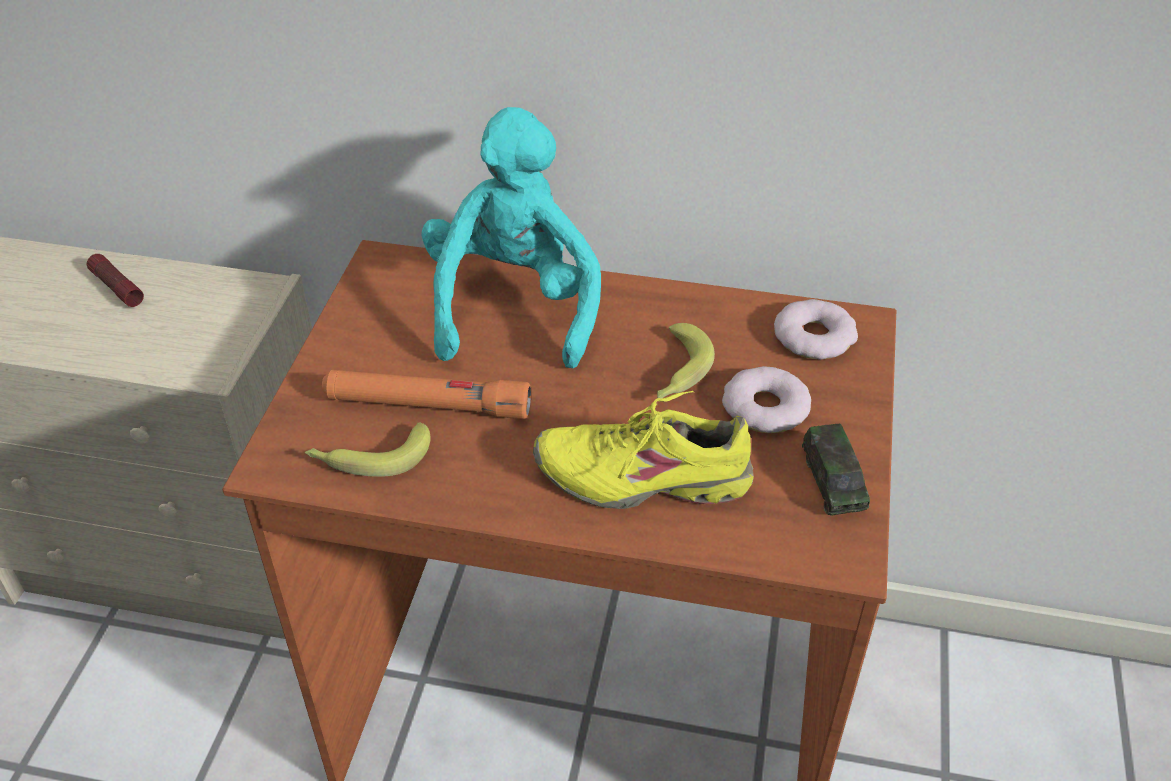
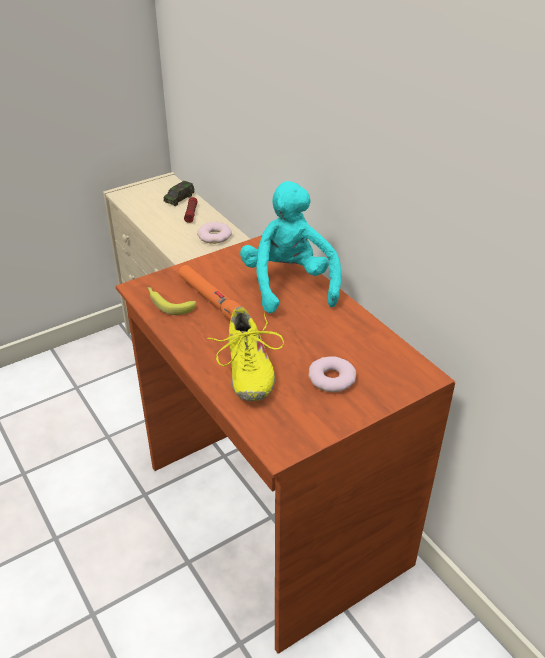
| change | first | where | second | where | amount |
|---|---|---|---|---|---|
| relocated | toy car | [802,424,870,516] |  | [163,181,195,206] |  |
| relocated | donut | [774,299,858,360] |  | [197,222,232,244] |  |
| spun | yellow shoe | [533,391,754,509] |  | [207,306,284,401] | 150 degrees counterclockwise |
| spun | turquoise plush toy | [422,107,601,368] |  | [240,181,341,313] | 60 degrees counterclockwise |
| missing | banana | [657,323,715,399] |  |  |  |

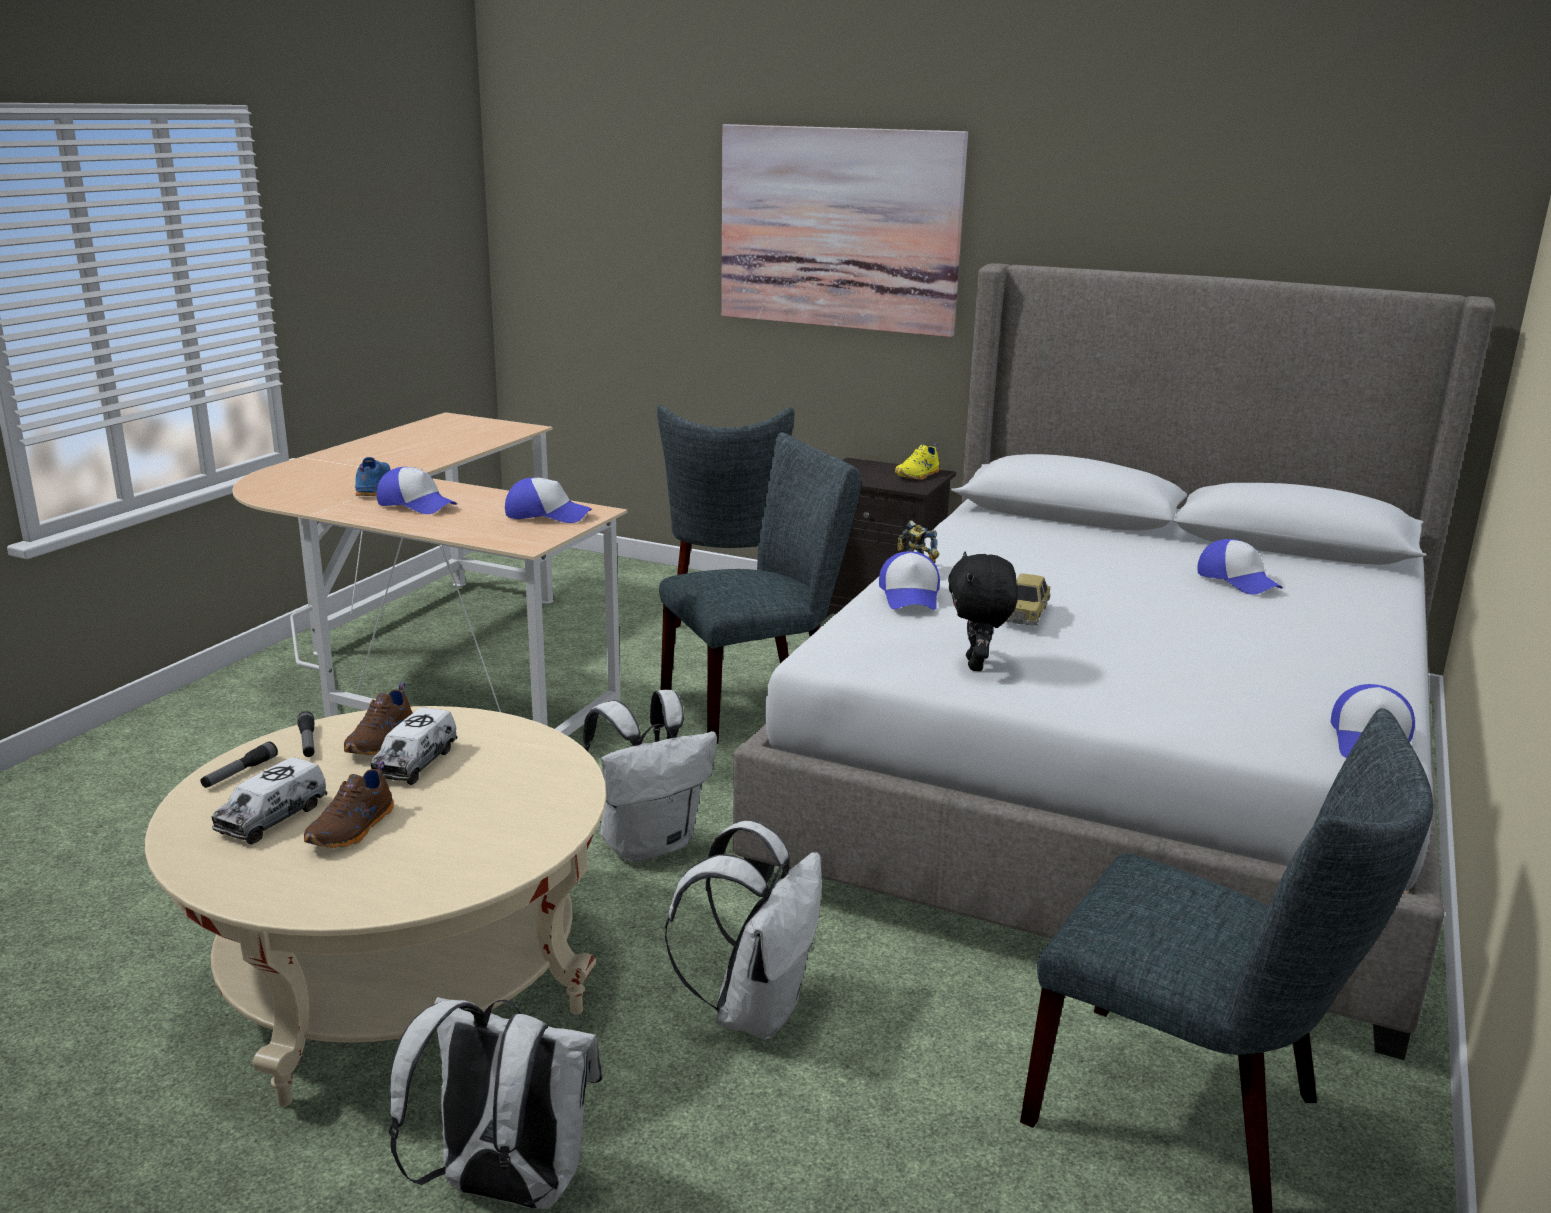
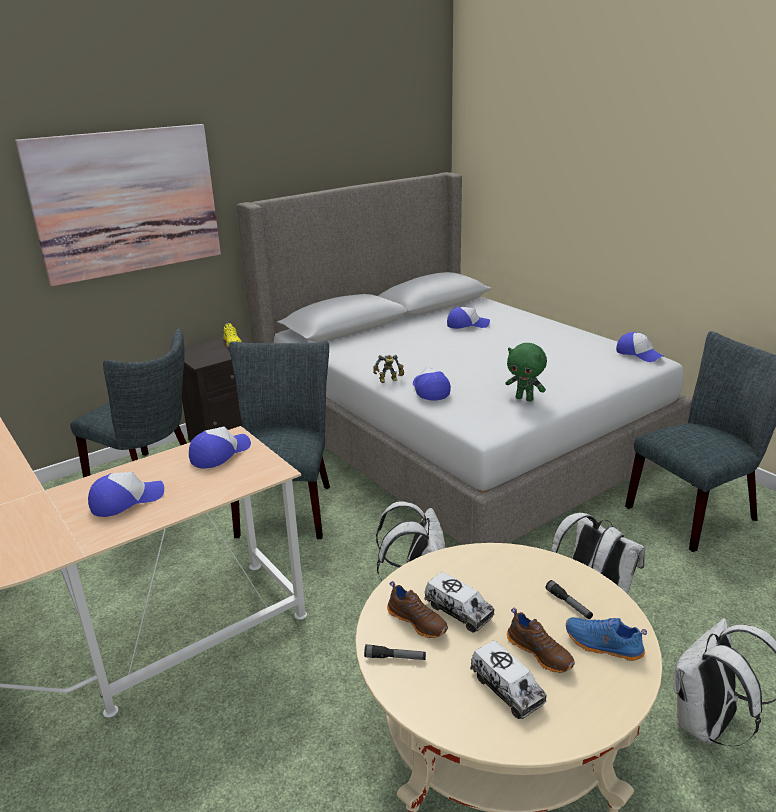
| change | first | where | second | where | amount |
|---|---|---|---|---|---|
| spun | cap | [879,551,940,610] |  | [413,367,451,401] | 135 degrees counterclockwise |
| colour | black plush toy | [948,552,1018,671] | green plush toy | [505,343,547,402] |  |
| relocated | flashlight | [201,741,278,788] |  | [546,580,593,619] |  |
| relocated | blue shoe | [355,457,390,496] |  | [566,617,647,661] |  |
| missing | toy car | [1005,574,1050,626] |  |  |  |

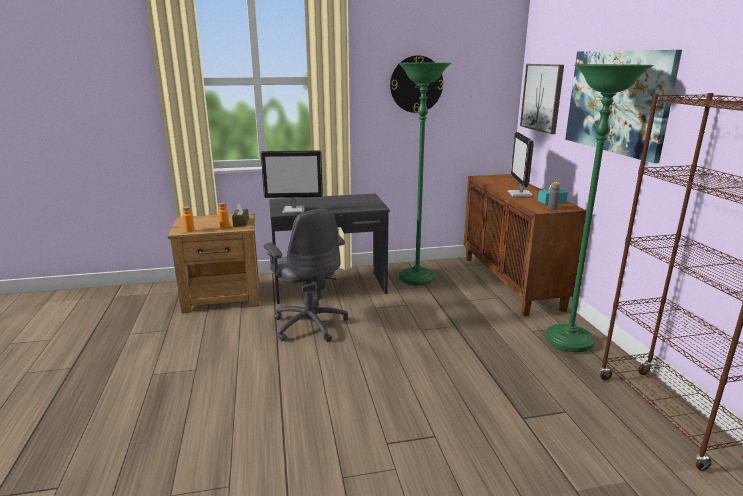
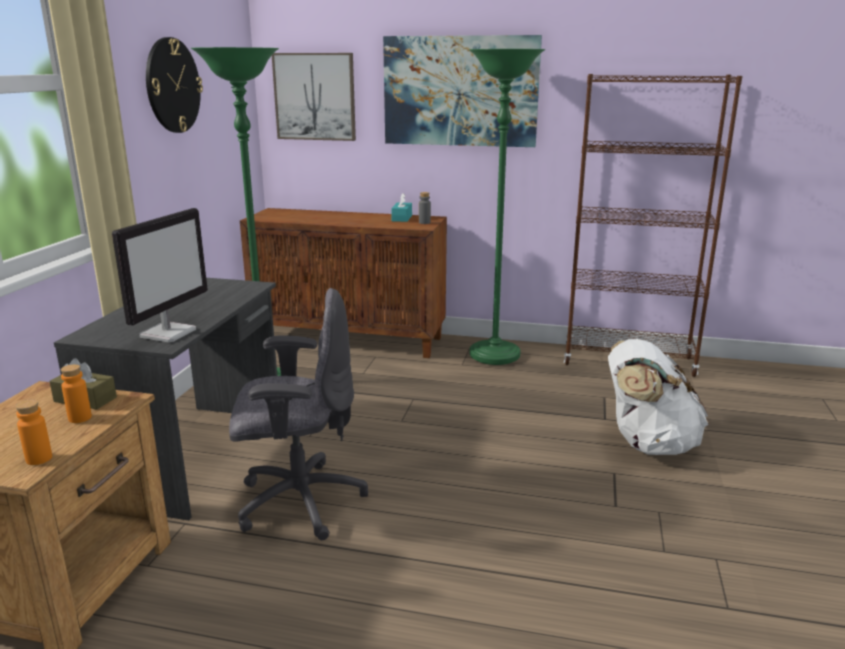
| change | first | where | second | where | amount |
|---|---|---|---|---|---|
| appeared |  |  | white backpack | [608,339,709,455] |  |
| missing | monitor | [508,132,533,197] |  |  |  |

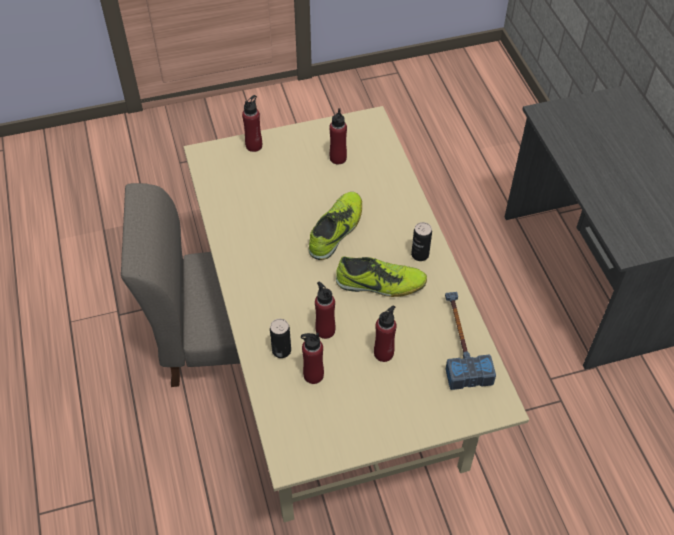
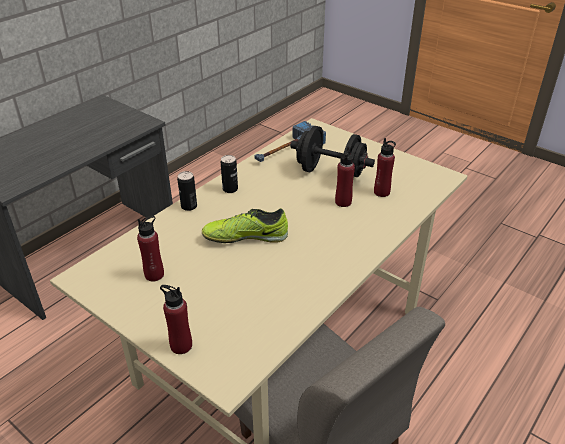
| change | first | where | second | where | amount |
|---|---|---|---|---|---|
| relocated | can | [270,319,291,358] |  | [177,171,197,211] |  |
| exchanged | red bottle | [374,305,397,362] | black dumbbell | [290,126,375,177] |  |
| missing | shoe | [336,256,427,297] |  |  |  |

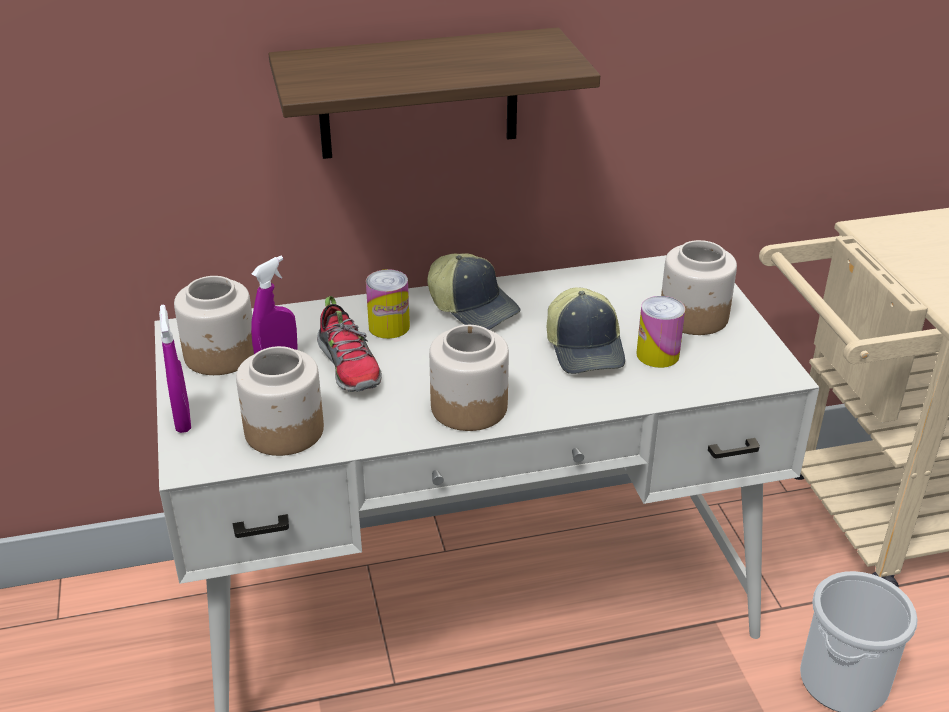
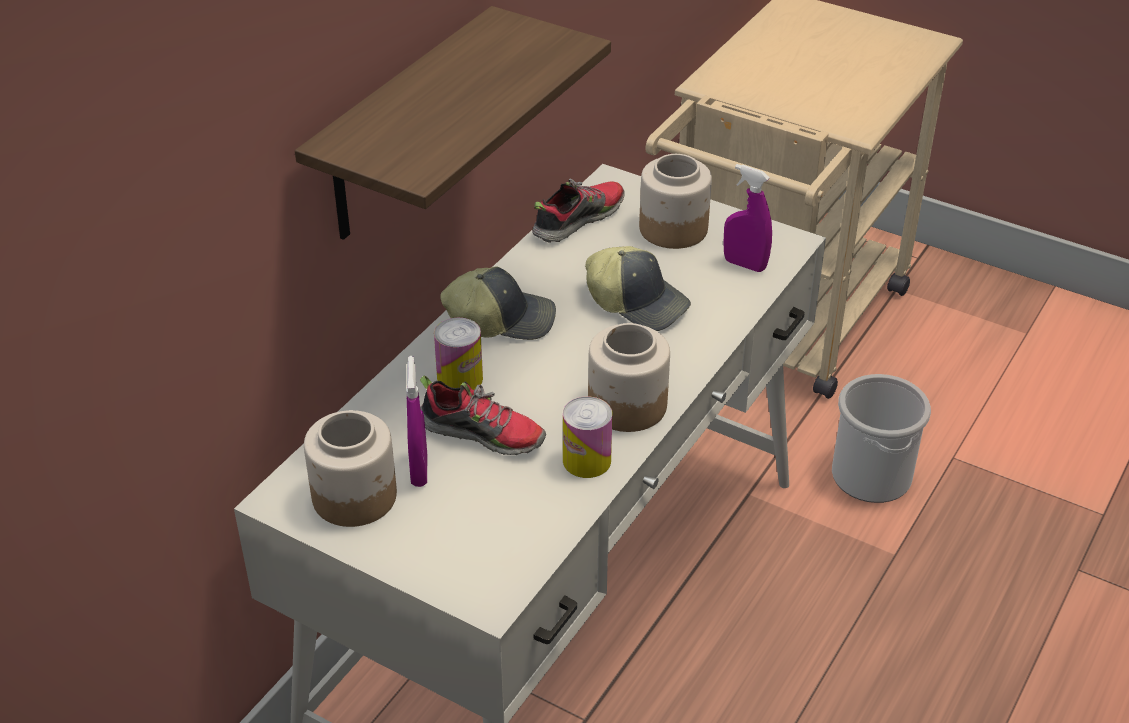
| change | first | where | second | where | amount |
|---|---|---|---|---|---|
| appeared |  |  | shoe | [532,179,625,243] |  |
| relocated | can | [636,296,685,368] |  | [563,397,612,478] |  |
| relocated | purple spray bottle | [159,305,191,433] |  | [723,164,772,272] |  |
| missing | jar | [236,346,324,456] |  |  |  |

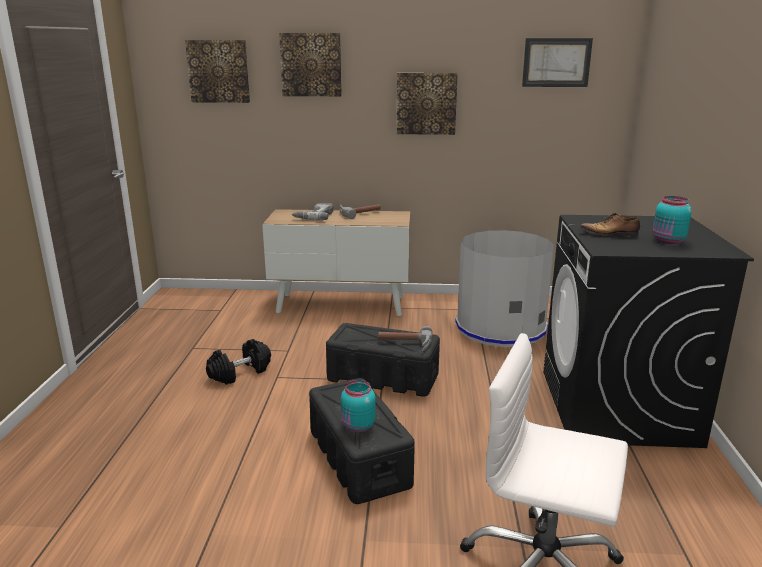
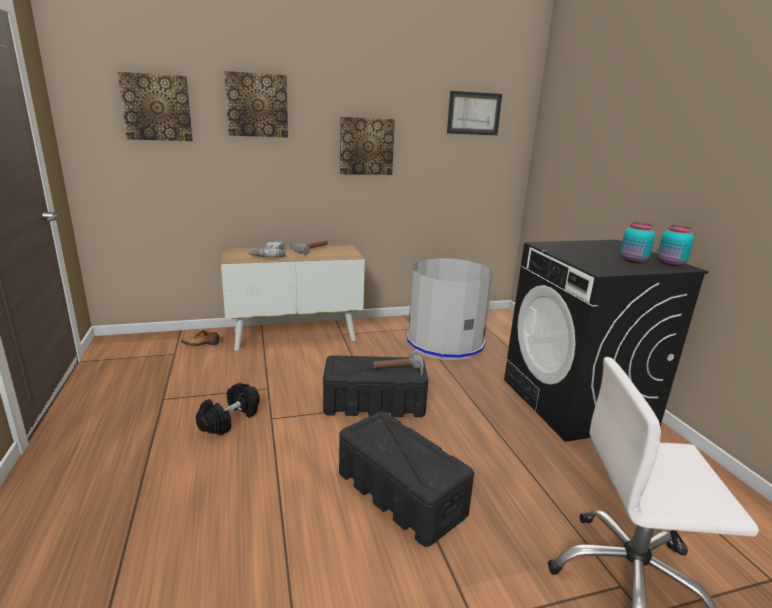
| change | first | where | second | where | amount |
|---|---|---|---|---|---|
| relocated | shoe | [580,213,640,237] |  | [181,330,219,346] |  |
| relocated | turquoise jar | [341,380,376,432] |  | [658,225,694,266] |  |

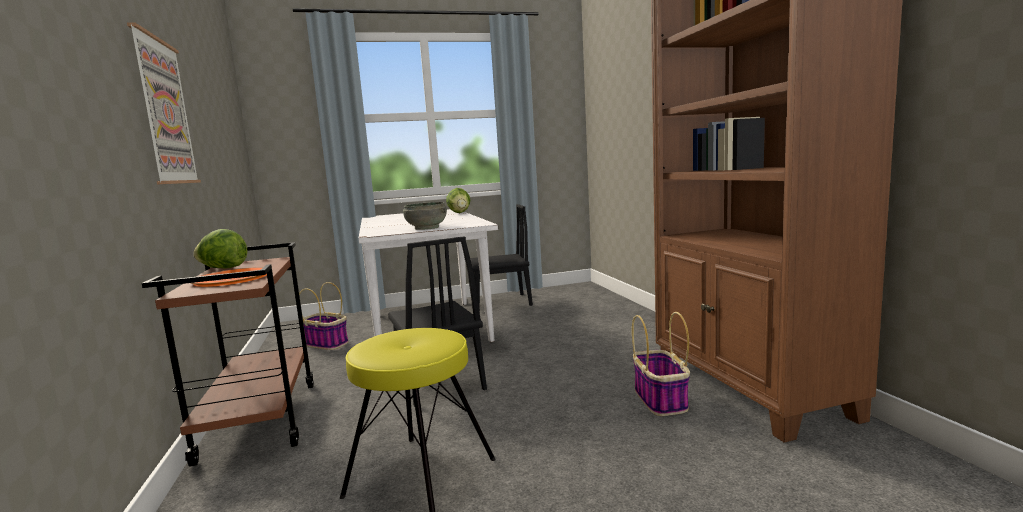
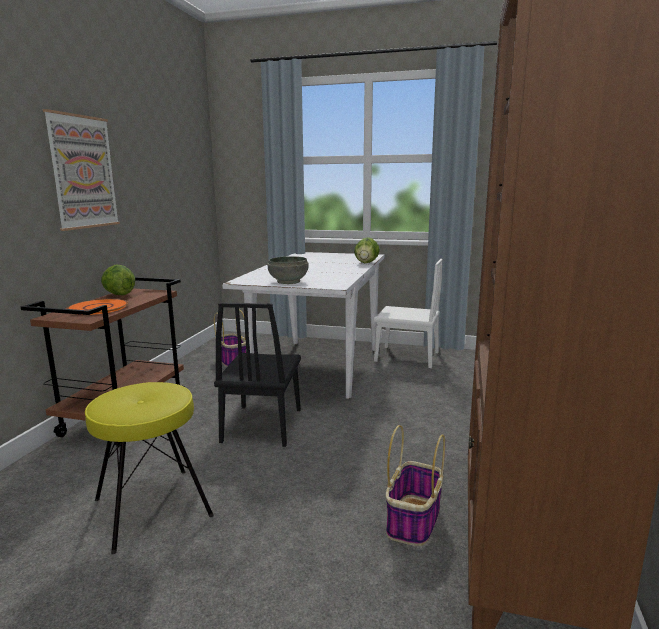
| change | first | where | second | where | amount |
|---|---|---|---|---|---|
| colour | black chair | [470,204,533,312] | white chair | [373,259,442,368] |  |

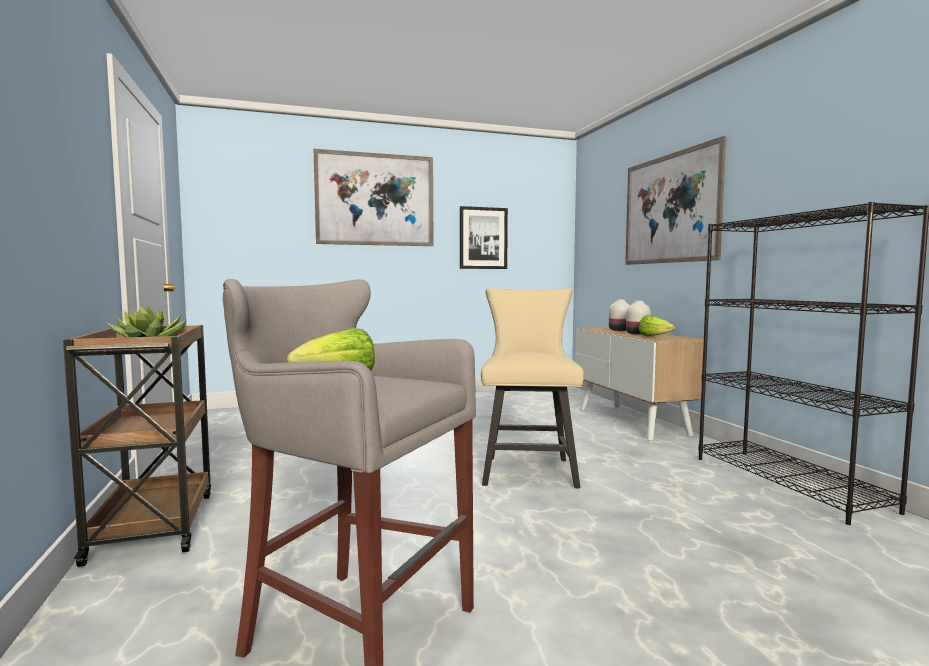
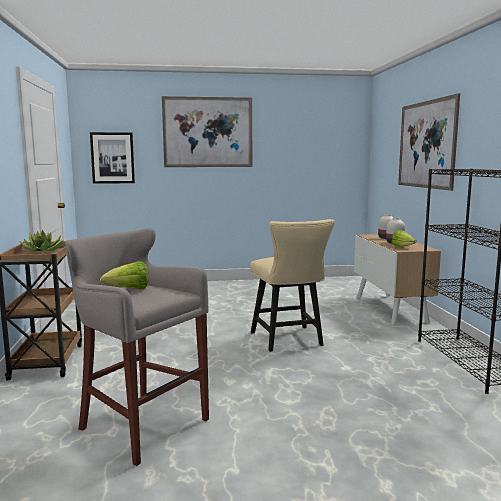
| change | first | where | second | where | amount |
|---|---|---|---|---|---|
| relocated | picture | [460,206,508,269] |  | [90,132,135,184] |  |
| spun | beige chair | [481,288,584,488] |  | [250,219,335,352] | 150 degrees clockwise |

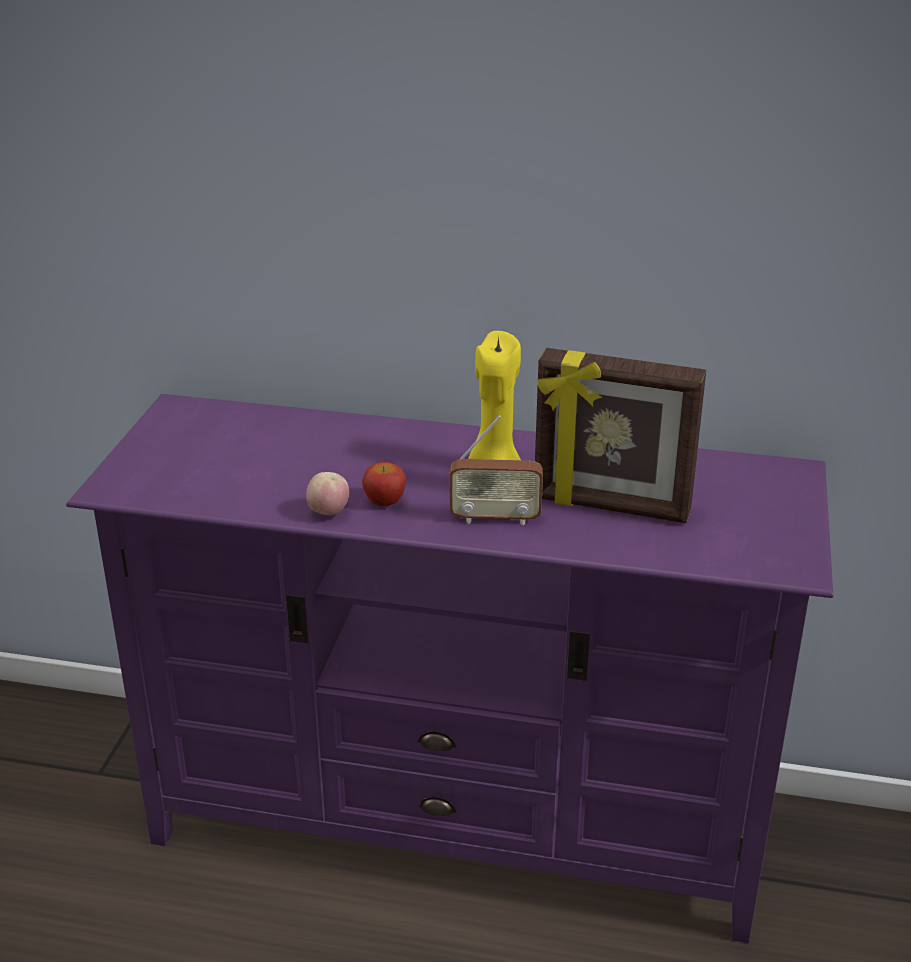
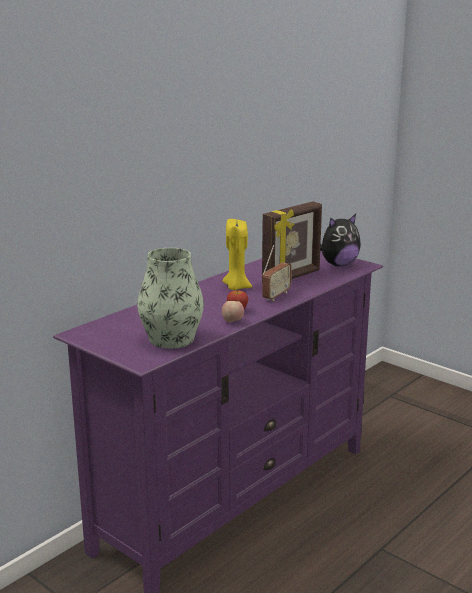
| change | first | where | second | where | amount |
|---|---|---|---|---|---|
| appeared |  |  | vase | [137,248,204,349] |  |
| appeared |  |  | plush toy | [320,214,361,266] |  |

